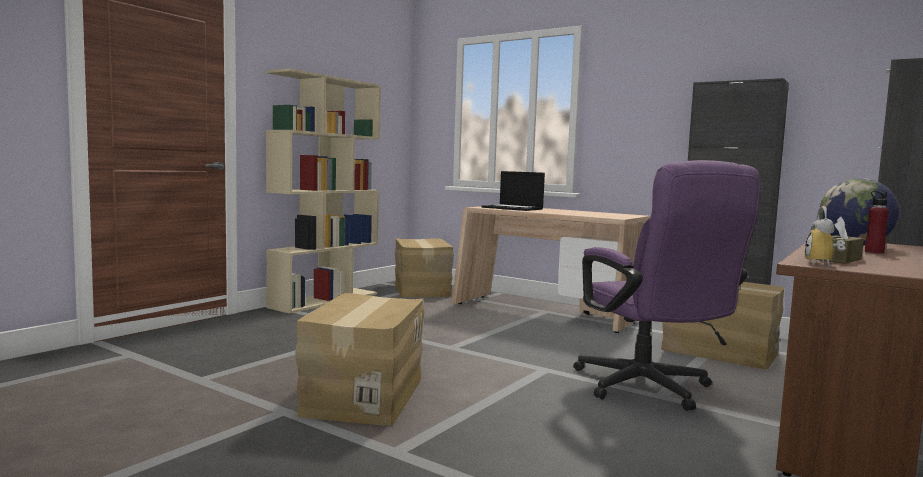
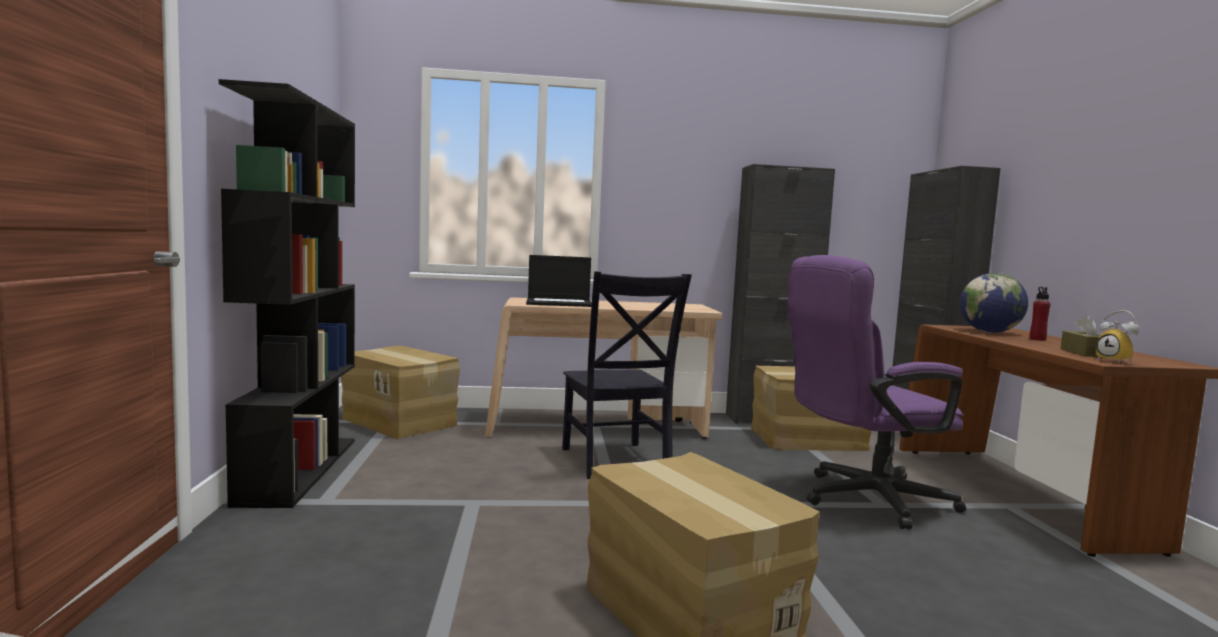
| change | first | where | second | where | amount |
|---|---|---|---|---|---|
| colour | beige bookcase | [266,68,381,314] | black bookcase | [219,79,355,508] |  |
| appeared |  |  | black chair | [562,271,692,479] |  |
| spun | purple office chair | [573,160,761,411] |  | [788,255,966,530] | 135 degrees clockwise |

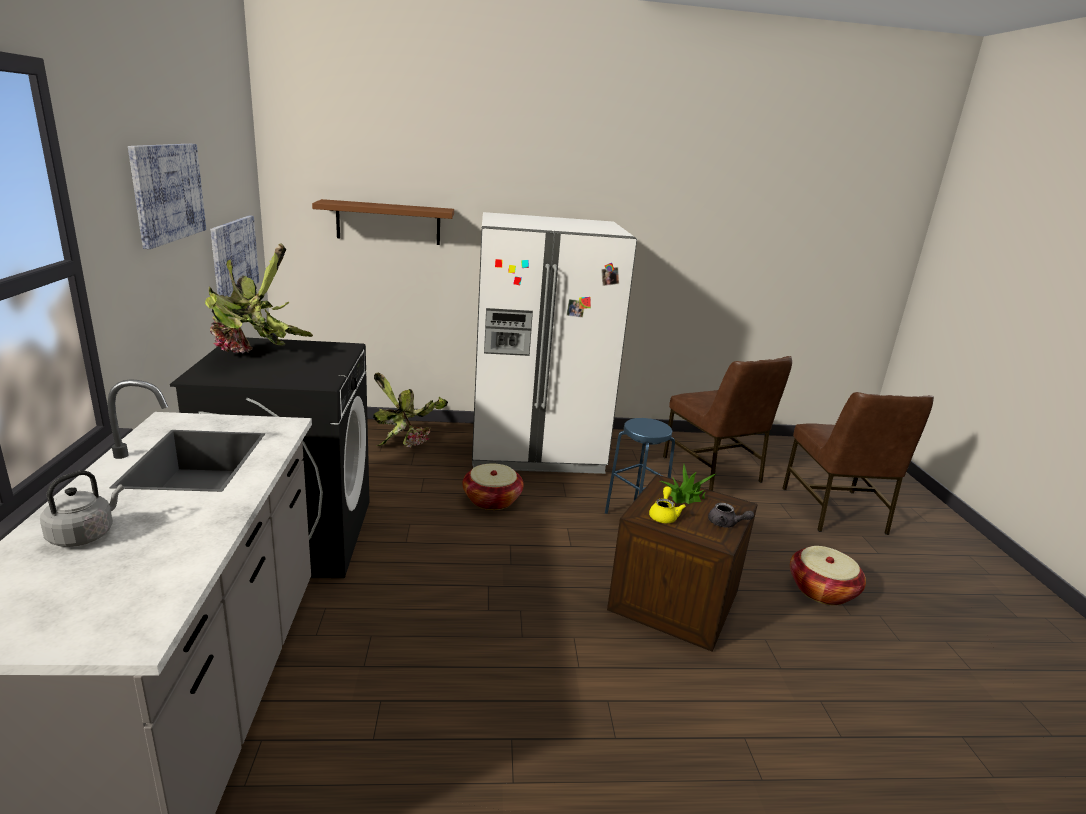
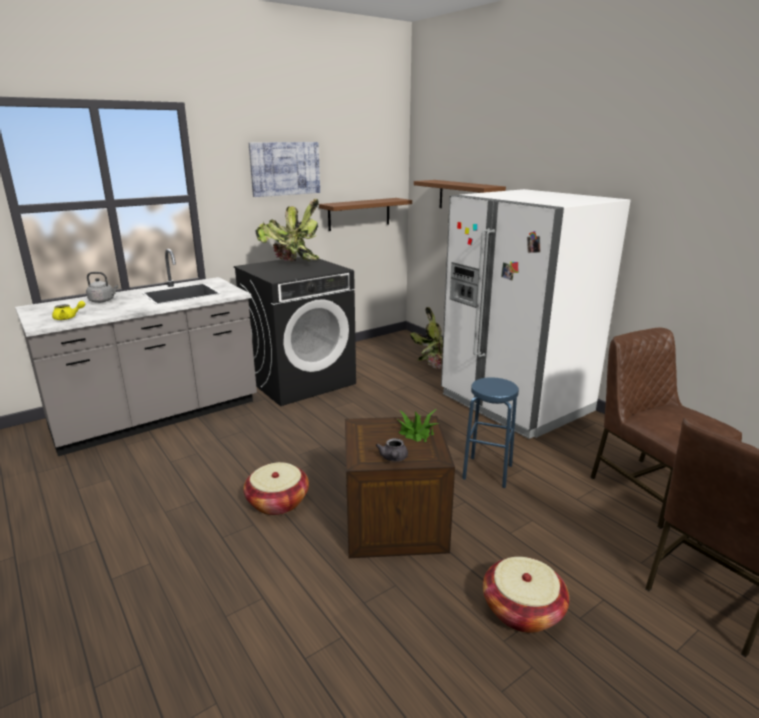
| change | first | where | second | where | amount |
|---|---|---|---|---|---|
| relocated | yellow teapot | [649,486,686,523] |  | [52,301,86,320] |  |
| relocated | basket | [463,464,524,510] |  | [243,462,309,515] |  |
| exchanged | picture | [210,215,259,297] | brown shelf | [319,198,412,231] |  |
| spun | brown chair | [663,356,792,491] |  | [590,328,742,529] | 120 degrees clockwise |

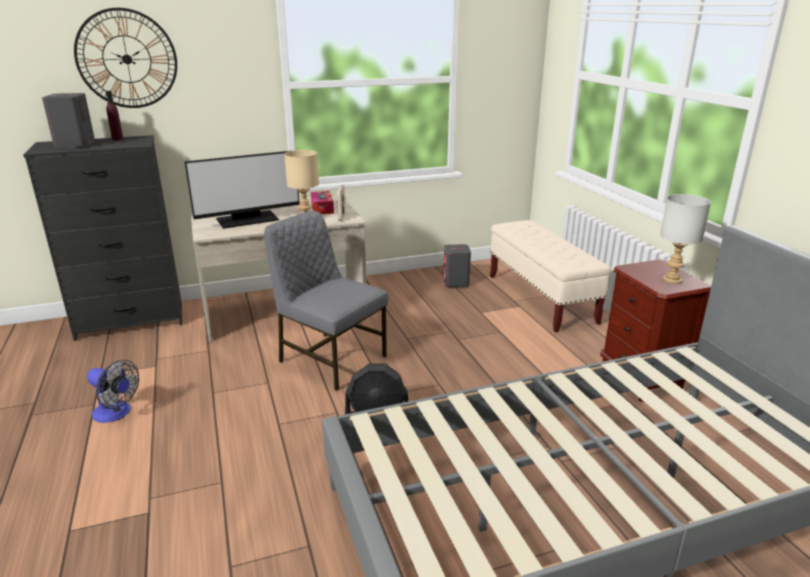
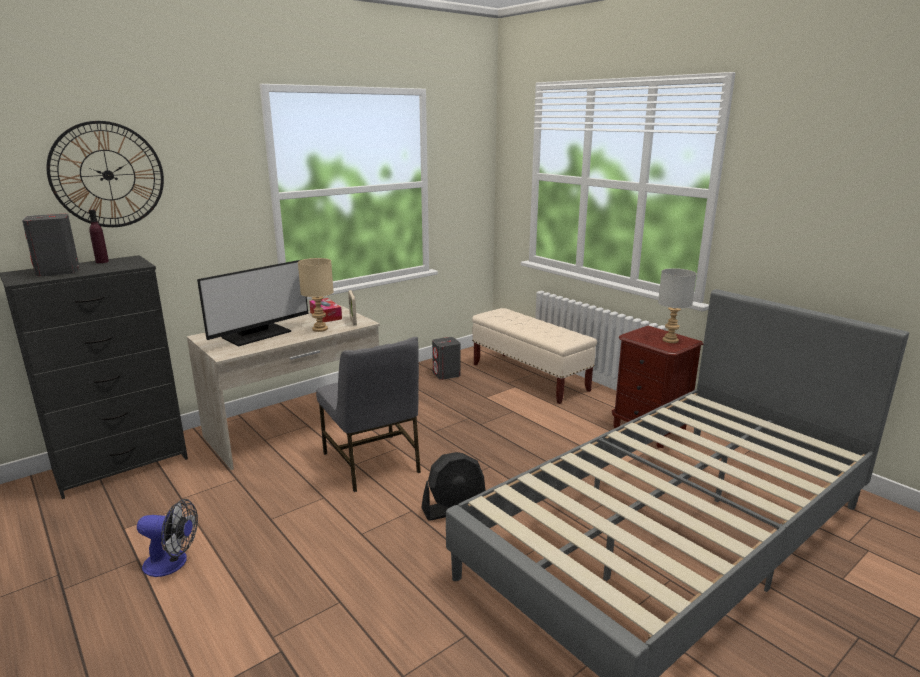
| change | first | where | second | where | amount |
|---|---|---|---|---|---|
| spun | grey chair | [264,211,388,391] |  | [316,337,421,492] | 135 degrees counterclockwise |

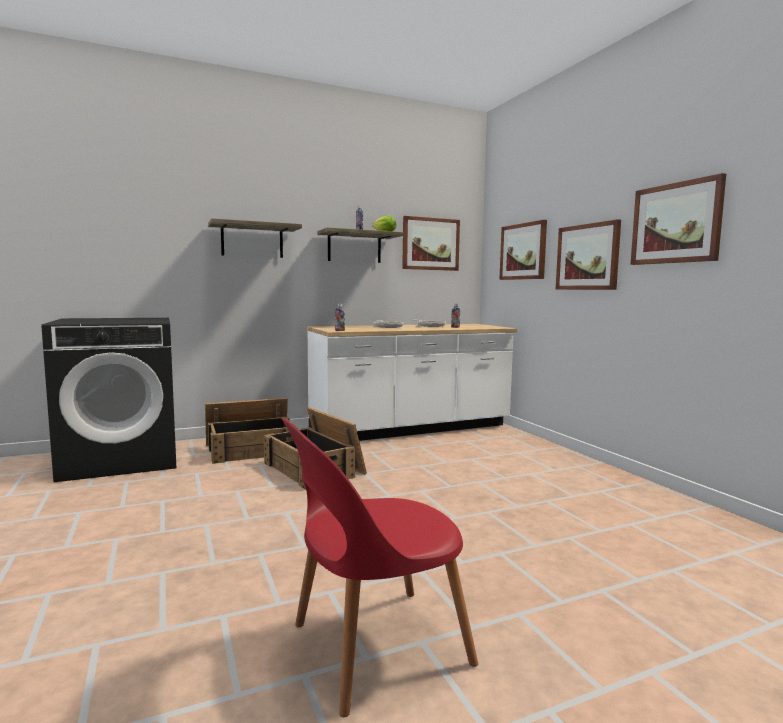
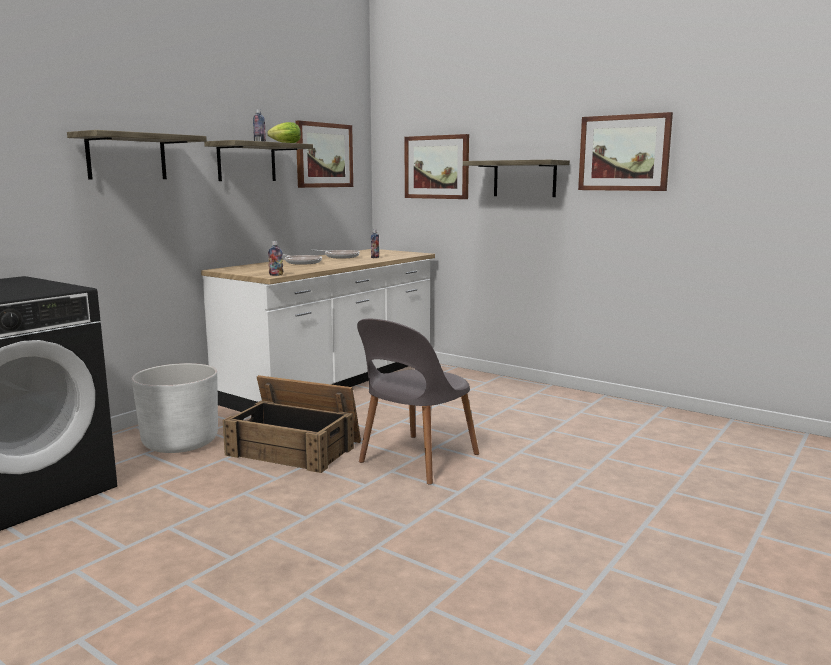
| change | first | where | second | where | amount |
|---|---|---|---|---|---|
| exchanged | crate | [205,398,298,464] | white planter | [132,363,218,453] |  |
| appeared |  |  | grey chair | [357,319,479,485] |  |
| exchanged | picture | [556,219,621,290] | shelf | [463,159,570,197] |  |
| missing | red chair | [281,417,478,717] |  |  |  |

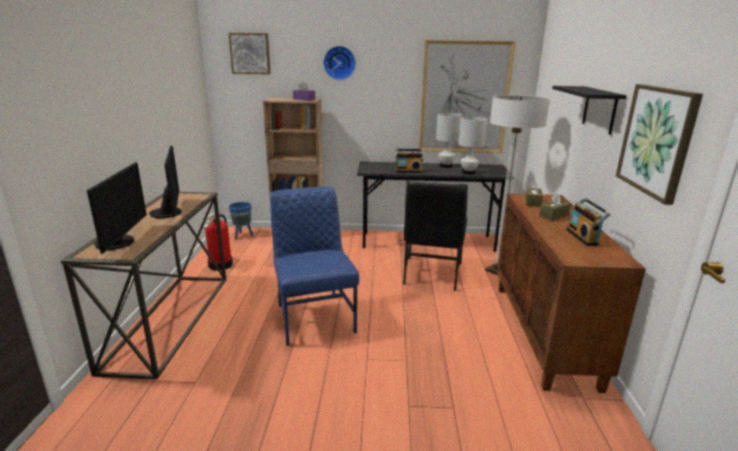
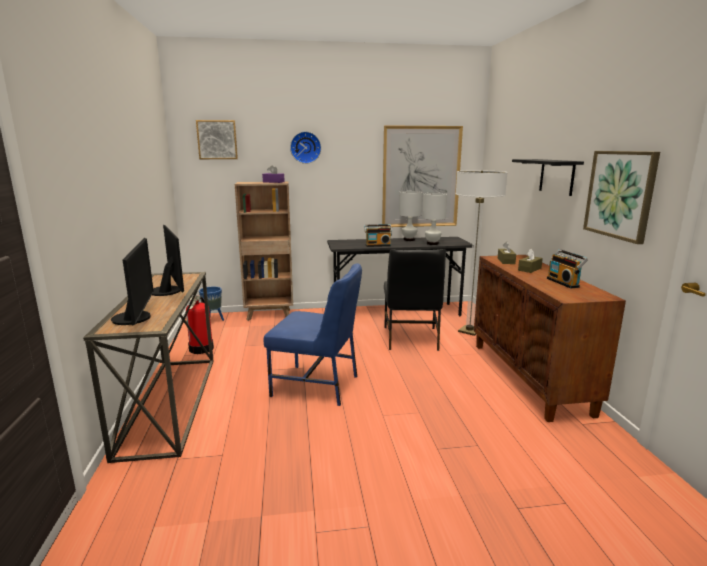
| change | first | where | second | where | amount |
|---|---|---|---|---|---|
| spun | blue chair | [270,186,359,346] |  | [263,263,362,406] | 135 degrees clockwise |

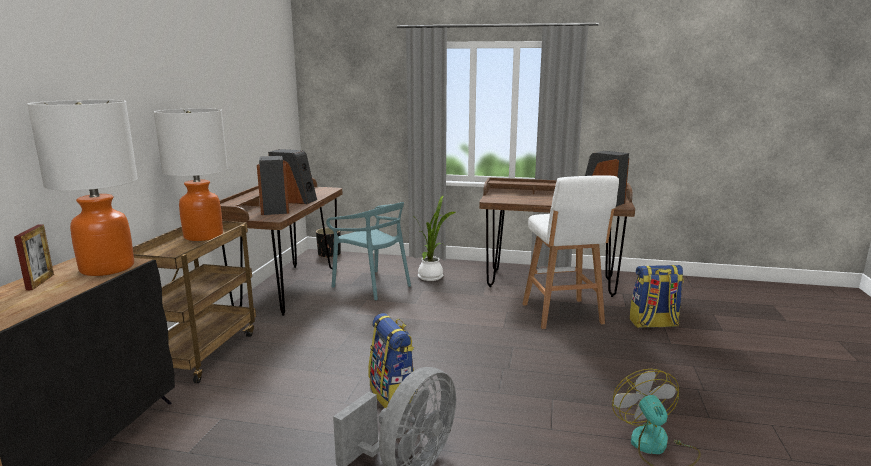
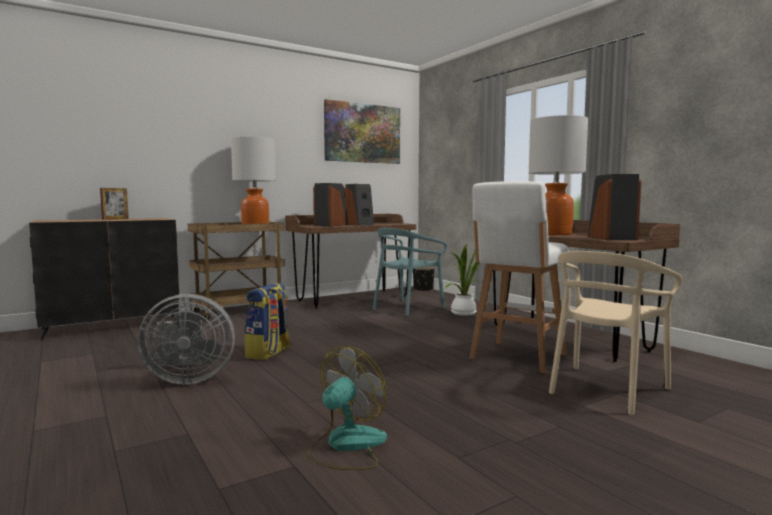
| change | first | where | second | where | amount |
|---|---|---|---|---|---|
| appeared |  |  | picture | [324,99,400,164] |  |
| spun | turquoise chair | [326,202,411,301] |  | [373,228,447,316] | 45 degrees clockwise |
| relocated | table lamp | [27,100,138,276] |  | [529,115,588,235] |  |
| exchanged | backpack | [630,265,684,328] | beige chair | [549,251,682,415] |  |

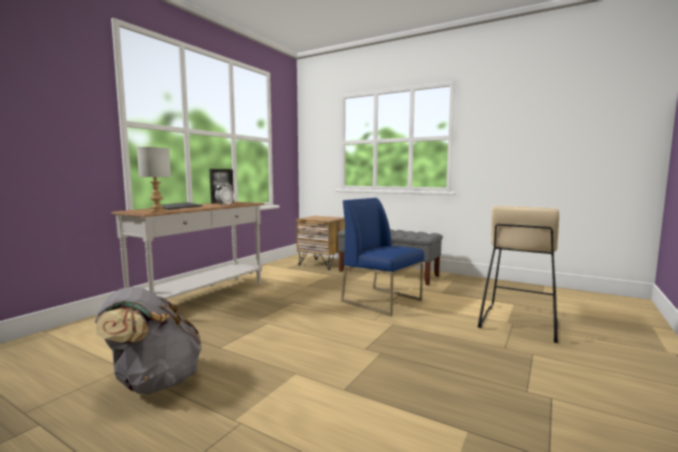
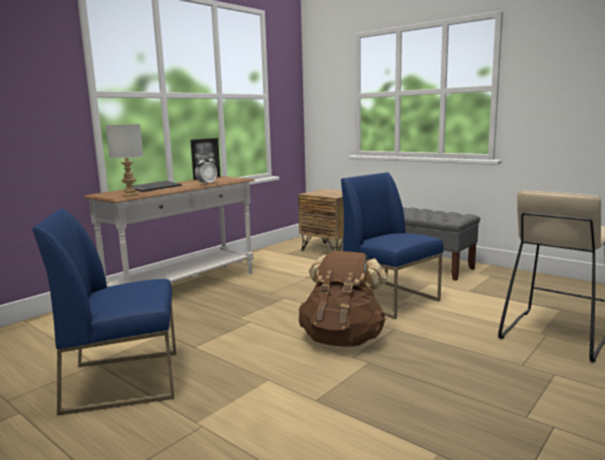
| change | first | where | second | where | amount |
|---|---|---|---|---|---|
| exchanged | grey backpack | [95,287,202,394] | blue chair | [32,209,176,416] |  |
| appeared |  |  | brown backpack | [299,251,387,347] |  |

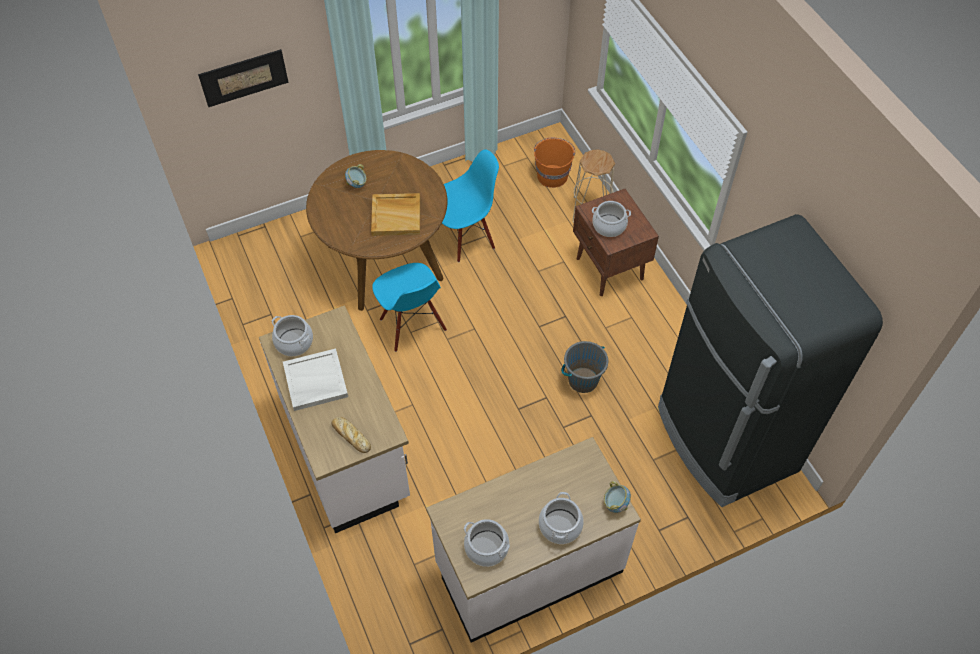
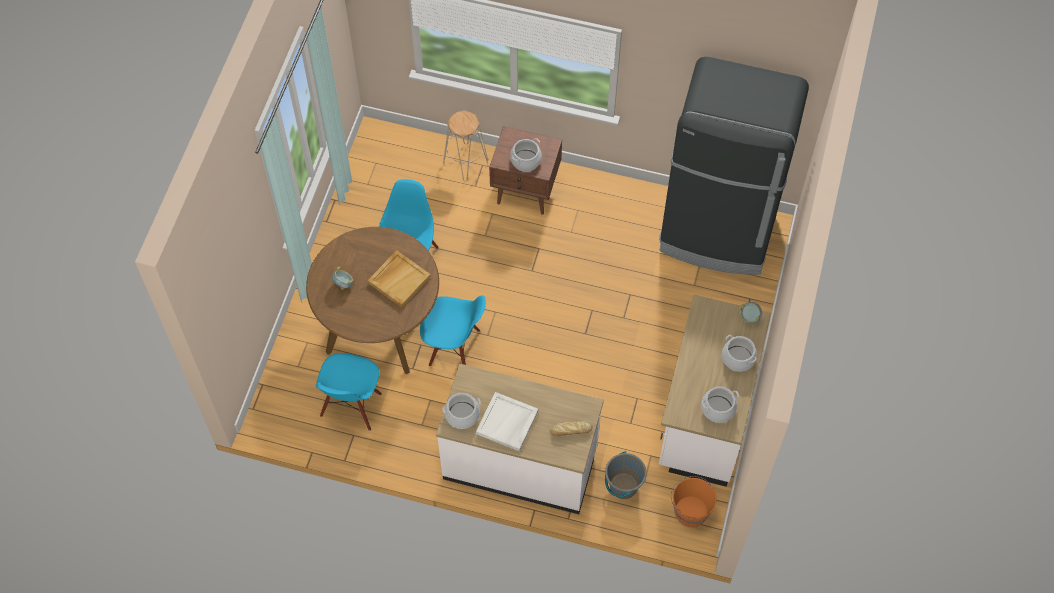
| change | first | where | second | where | amount |
|---|---|---|---|---|---|
| appeared |  |  | blue chair | [316,353,382,431] |  |
| relocated | grey bucket | [561,341,608,393] |  | [605,451,647,499] |  |
| relocated | orange bucket | [534,138,575,188] |  | [671,476,717,527] |  |
| missing | picture | [198,49,289,107] |  |  |  |

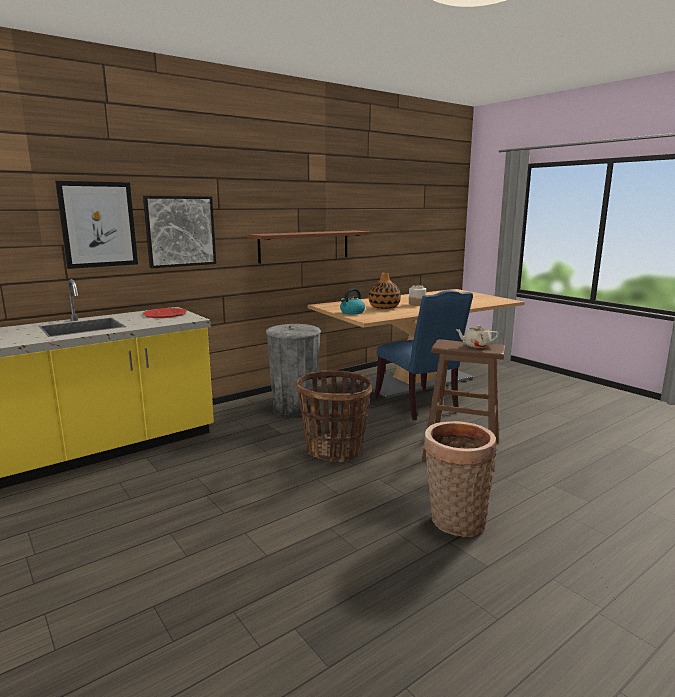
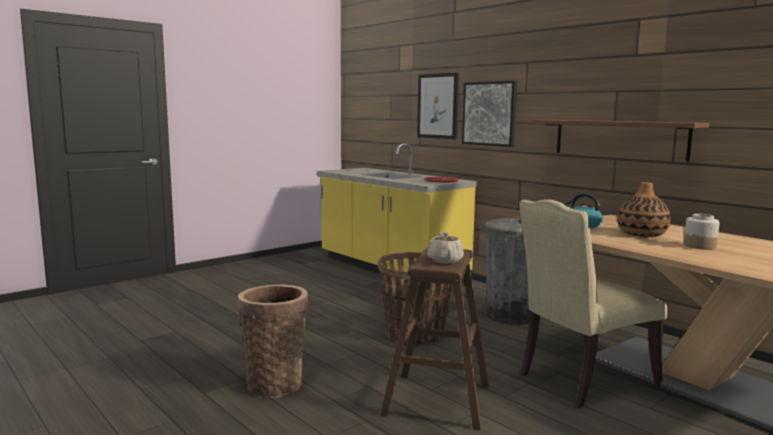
| change | first | where | second | where | amount |
|---|---|---|---|---|---|
| colour | blue chair | [374,290,473,420] | beige chair | [519,199,667,408] |  |

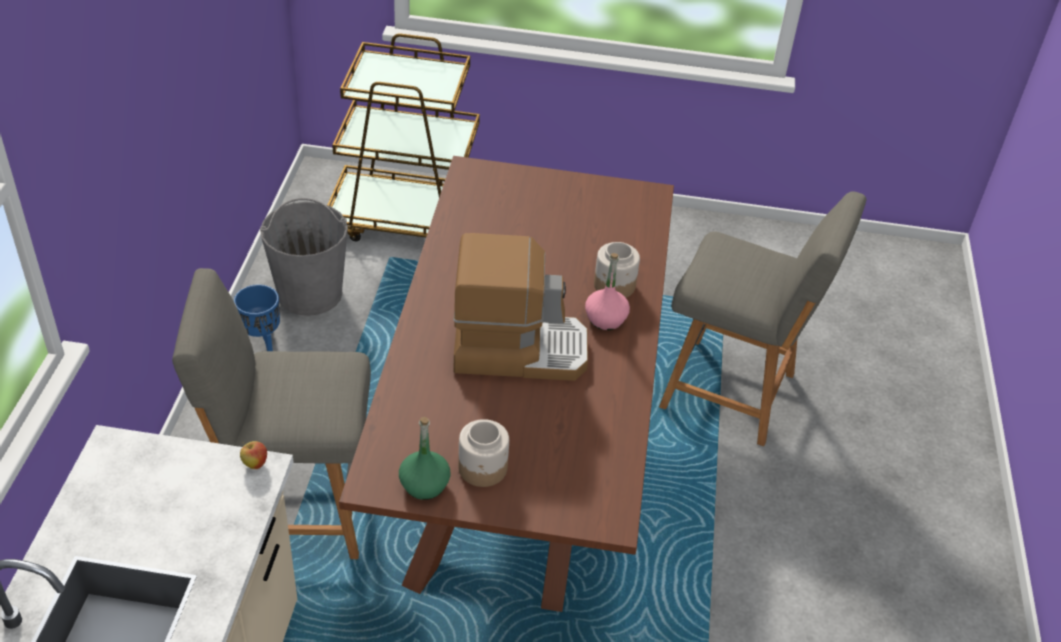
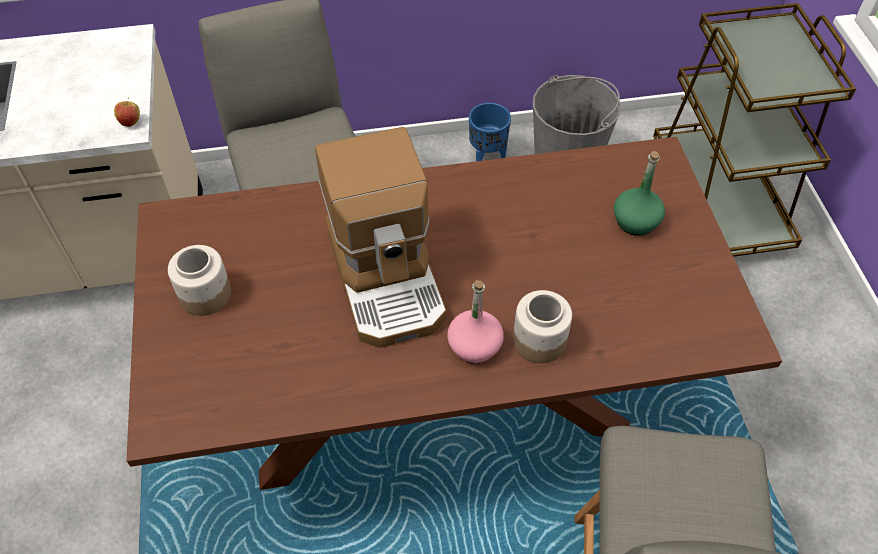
| change | first | where | second | where | amount |
|---|---|---|---|---|---|
| relocated | green bottle | [399,417,451,500] |  | [614,151,665,236] |  |

